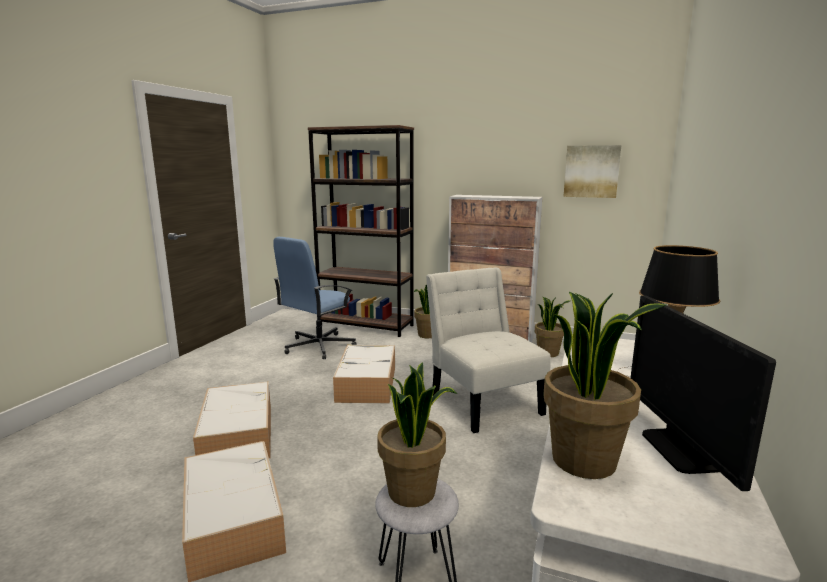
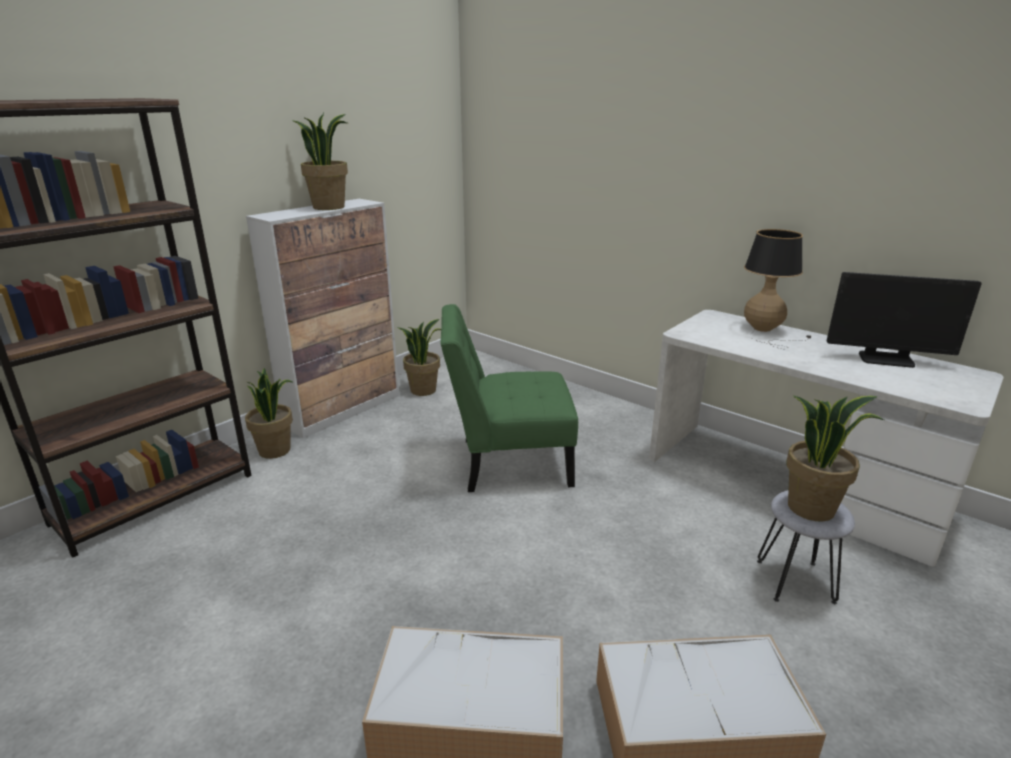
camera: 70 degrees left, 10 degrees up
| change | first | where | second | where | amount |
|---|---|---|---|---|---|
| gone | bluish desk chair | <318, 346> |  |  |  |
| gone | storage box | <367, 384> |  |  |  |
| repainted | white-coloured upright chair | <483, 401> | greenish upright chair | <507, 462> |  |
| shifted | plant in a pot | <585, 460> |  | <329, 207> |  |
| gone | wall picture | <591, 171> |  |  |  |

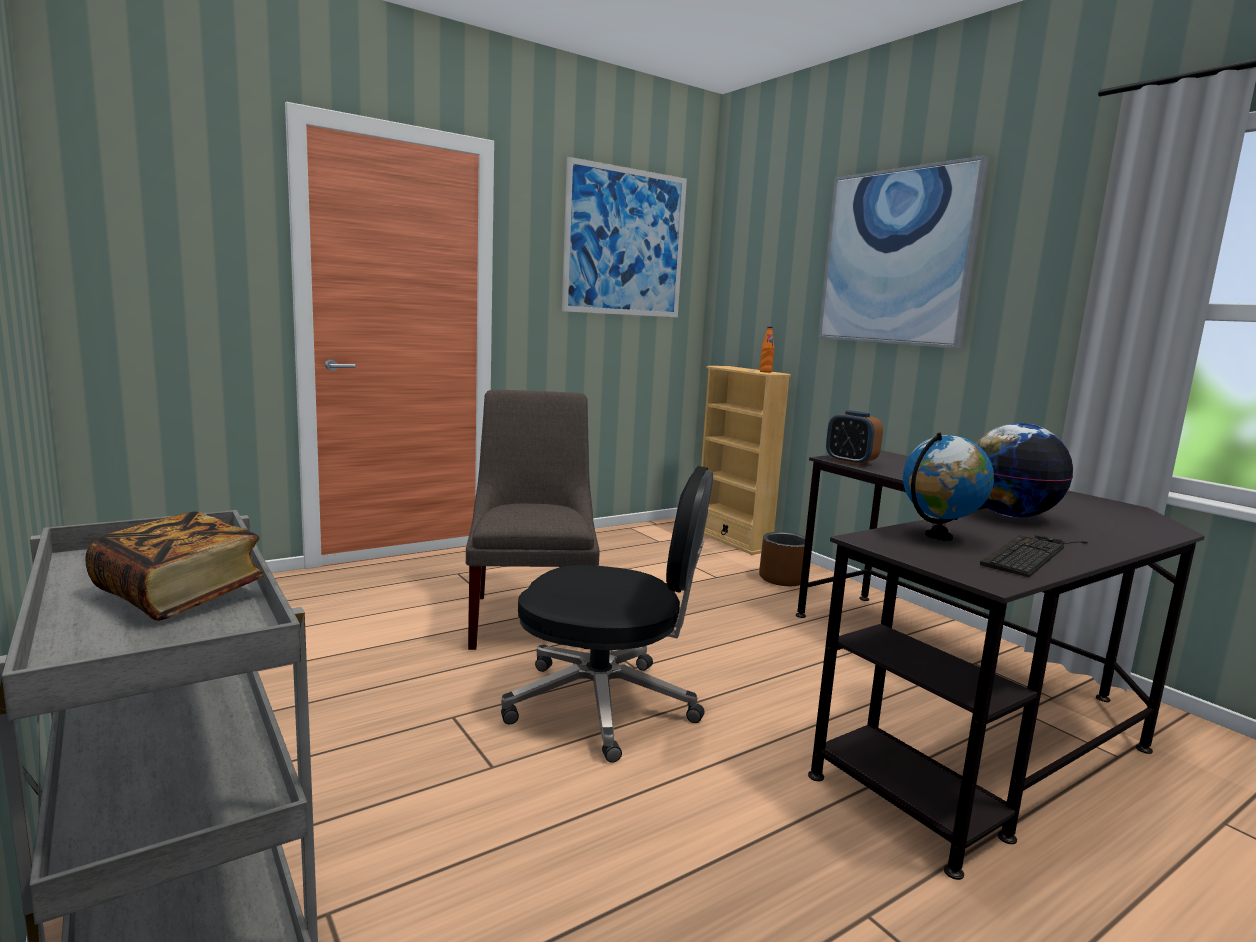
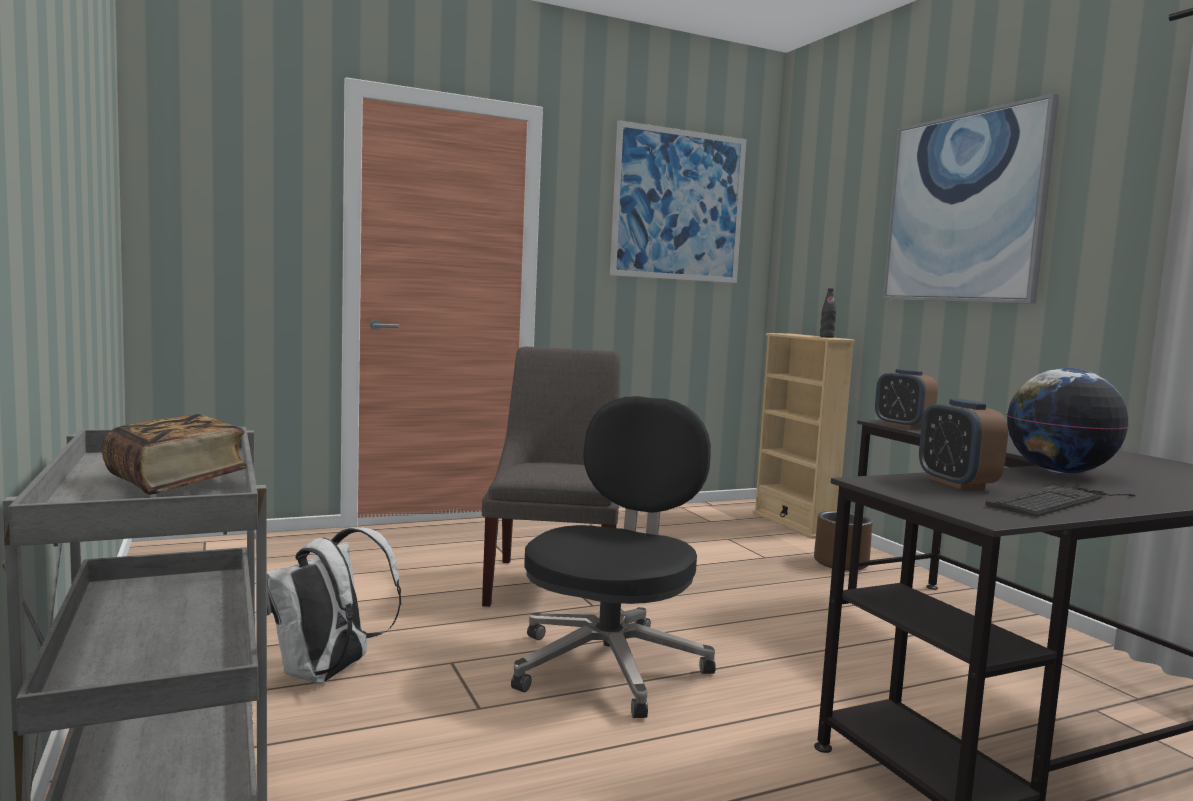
camera: 10 degrees right, 5 degrees down
| change | first | where | second | where | amount |
|---|---|---|---|---|---|
| rotated | black desk chair | <606, 705> |  | <610, 664> | 90 degrees counterclockwise |
| repainted | orange-coloured drink bottle | <765, 372> | black drink bottle | <826, 337> |  |
| swapped | world globe | <939, 536> | table clock | <956, 483> |  |
| new |  |  | white-coloured backpack | <327, 674> |  |

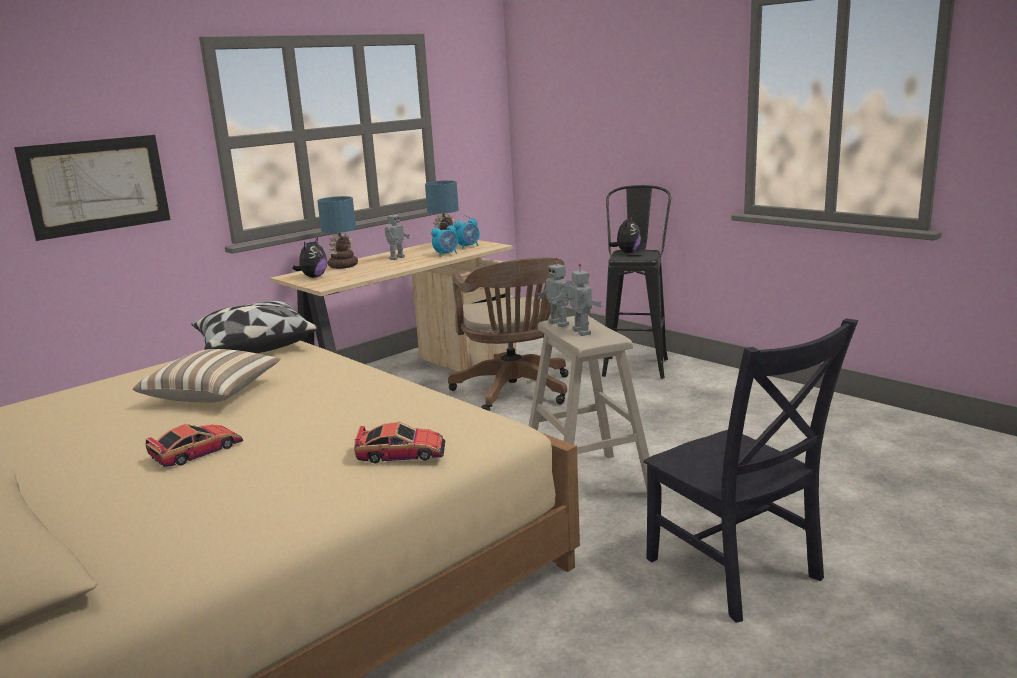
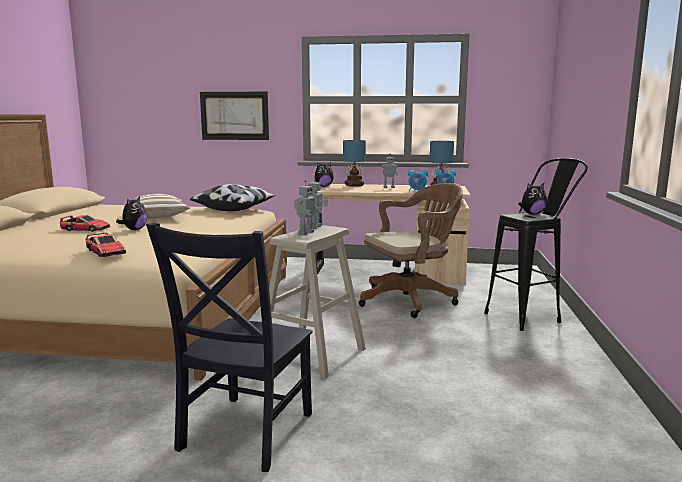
camera: 50 degrees right, 5 degrees down
| change | first | where | second | where | amount |
|---|---|---|---|---|---|
| rotated | brownish desk chair | <515, 393> |  | <411, 300> | 150 degrees counterclockwise |
| new |  |  | soft toy | <134, 230> |  |

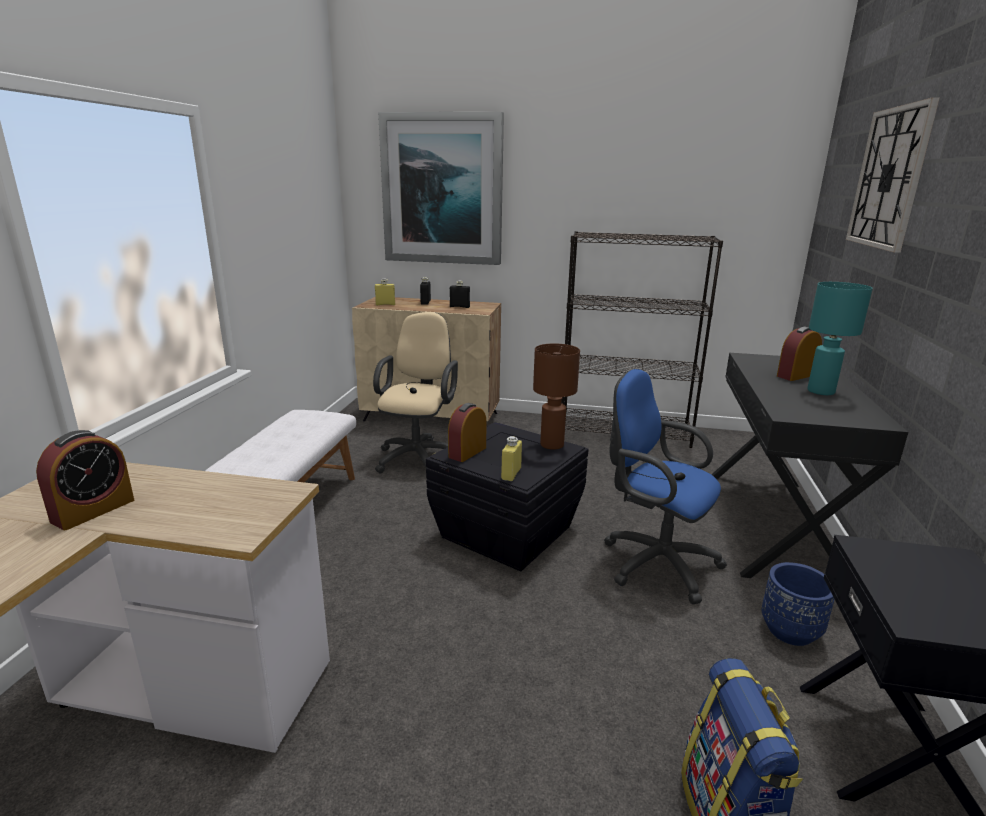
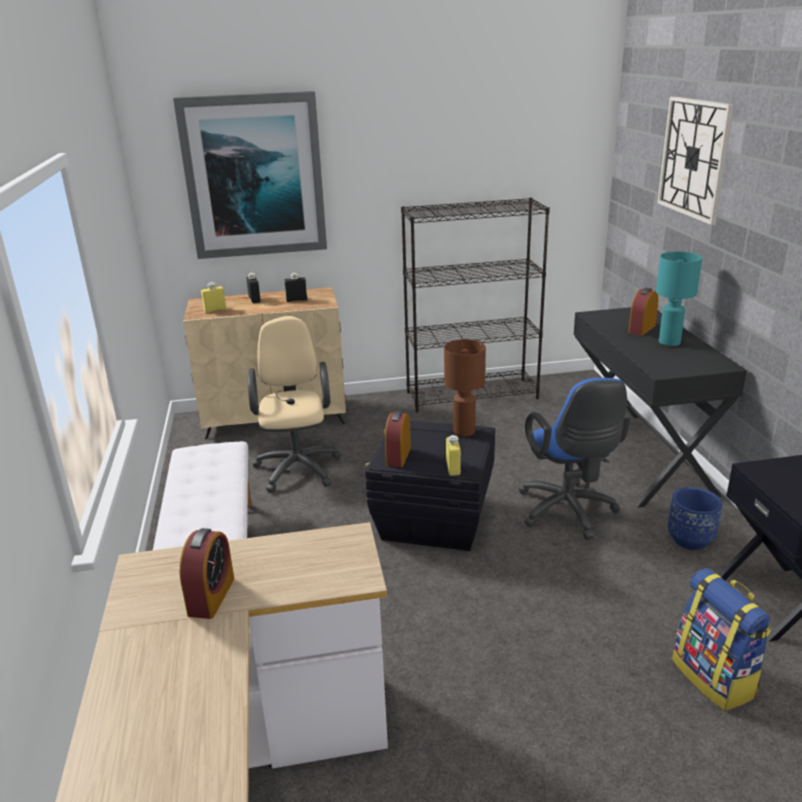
camera: 20 degrees left, 5 degrees up
| change | first | where | second | where | amount |
|---|---|---|---|---|---|
| rotated | bluish desk chair | <654, 562> |  | <568, 513> | 120 degrees counterclockwise |

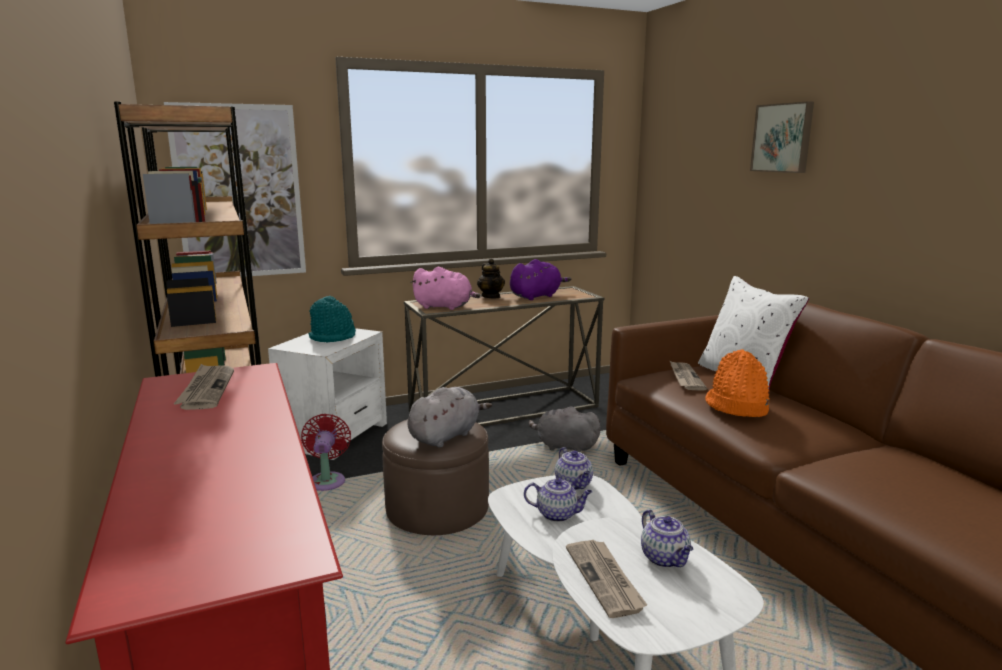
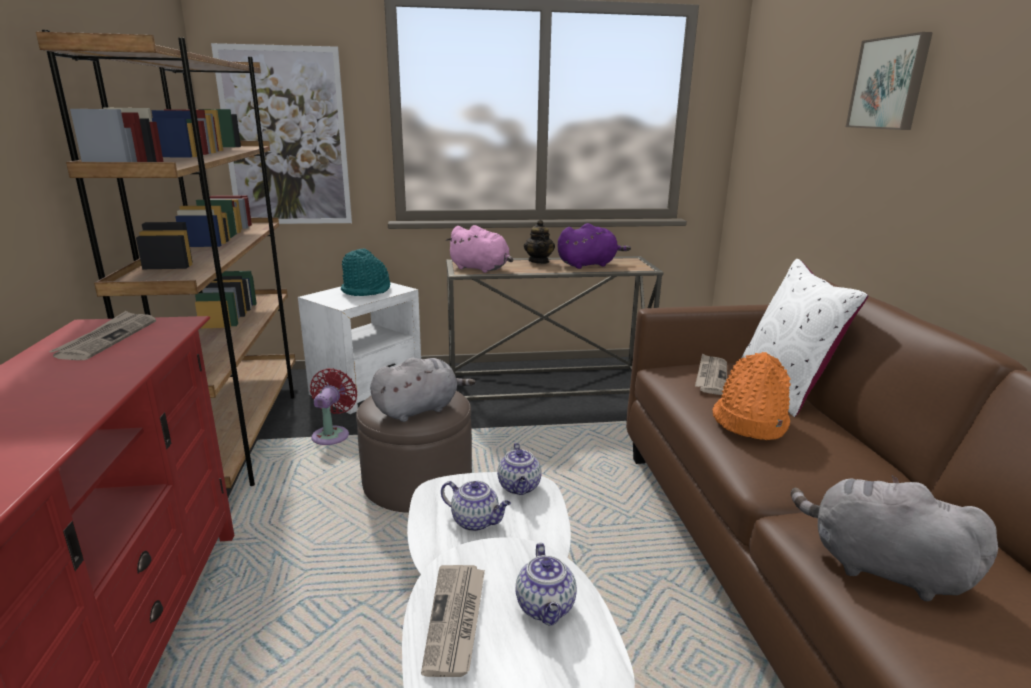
camera: 15 degrees right, 5 degrees up
| change | first | where | second | where | amount |
|---|---|---|---|---|---|
| shifted | greyish soft toy | <564, 446> |  | <879, 568> |  |

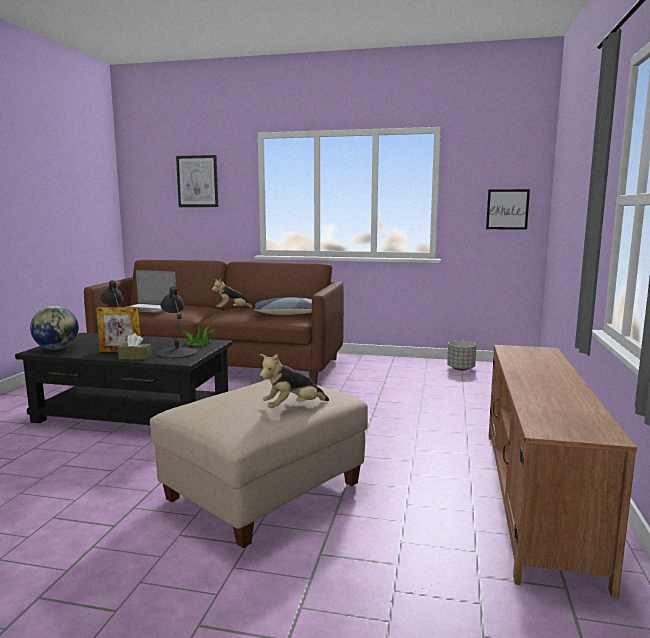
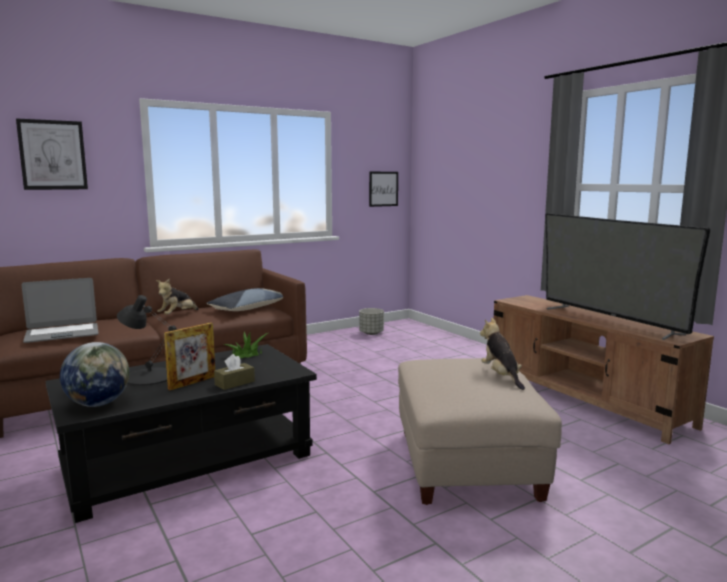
camera: 45 degrees left, 0 degrees up
| change | first | where | second | where | amount |
|---|---|---|---|---|---|
| gone | black tabletop lamp | <177, 353> |  |  |  |
| rotated | soft toy | <292, 408> |  | <501, 376> | 150 degrees clockwise |
| new |  |  | television | <609, 320> |  |

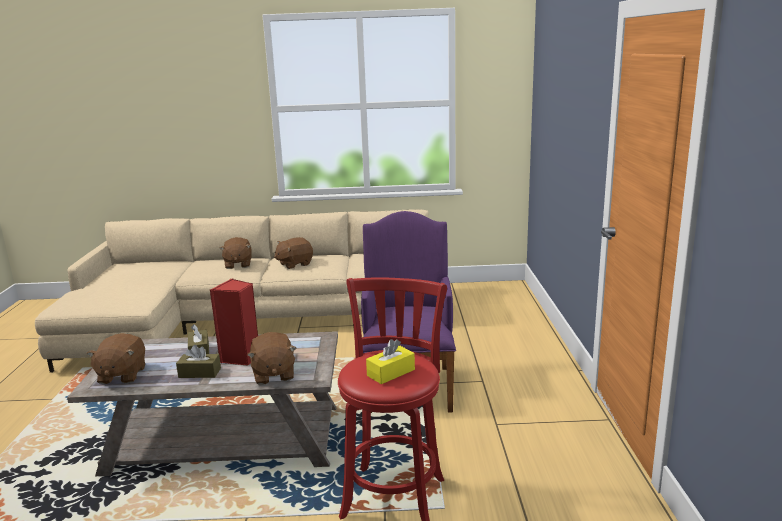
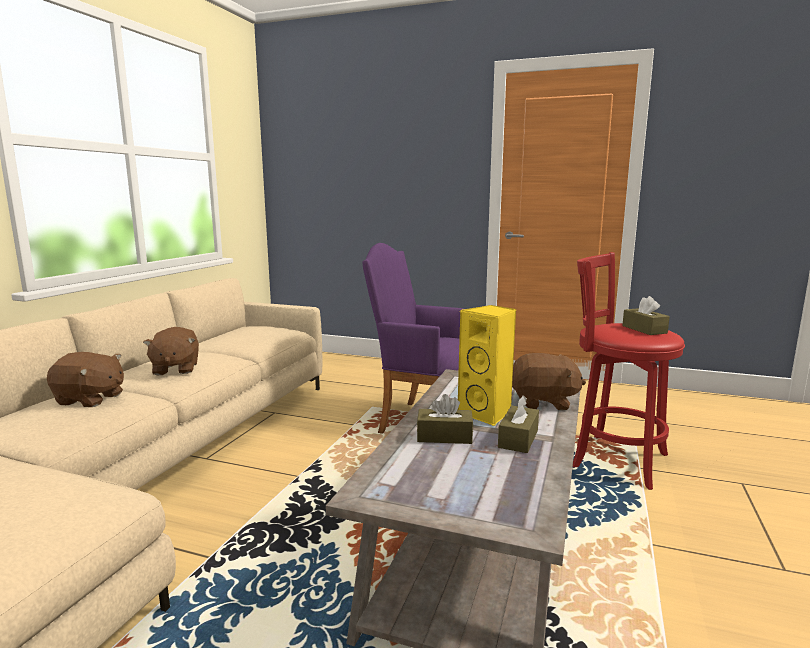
camera: 70 degrees left, 5 degrees down
| change | first | where | second | where | amount |
|---|---|---|---|---|---|
| gone | brownish soft toy | <121, 375> |  |  |  |
| repainted | red-coloured audio speaker | <241, 358> | yellow-coloured audio speaker | <487, 414> |  |
| repainted | yellow-coloured tissue box | <391, 373> | brownish tissue box | <644, 329> |  |

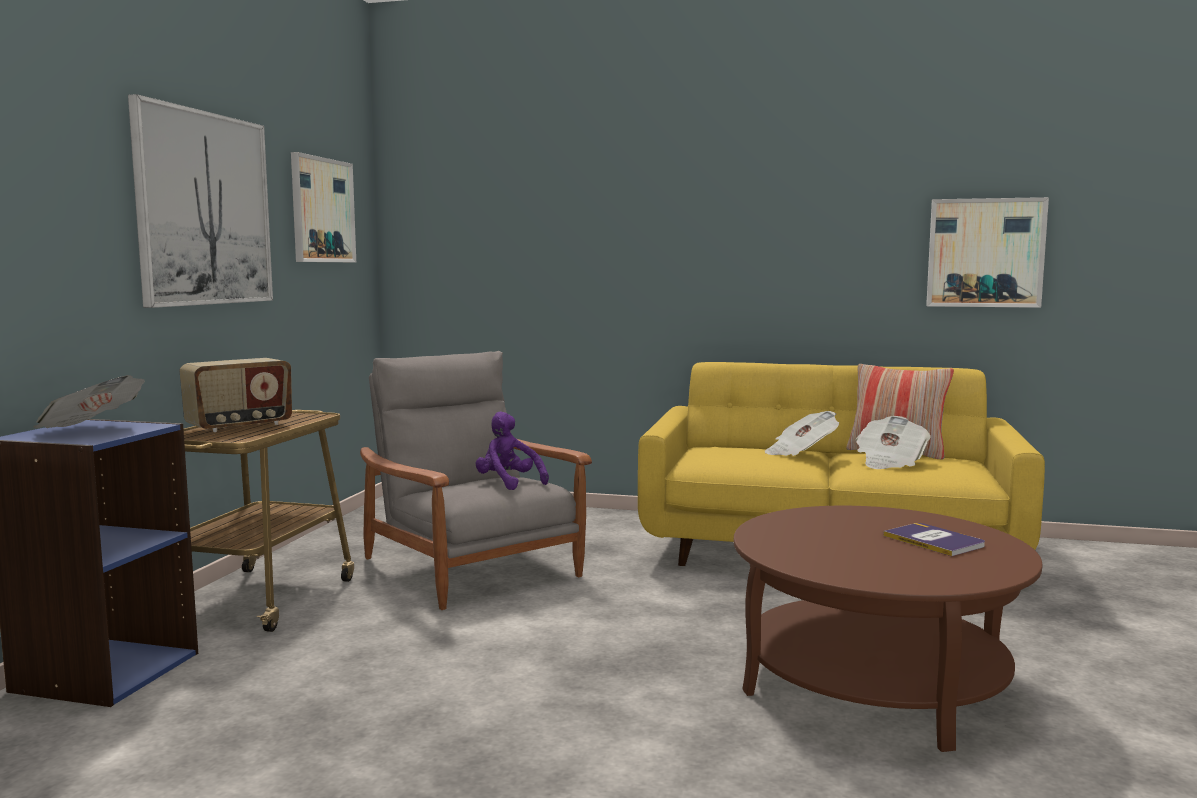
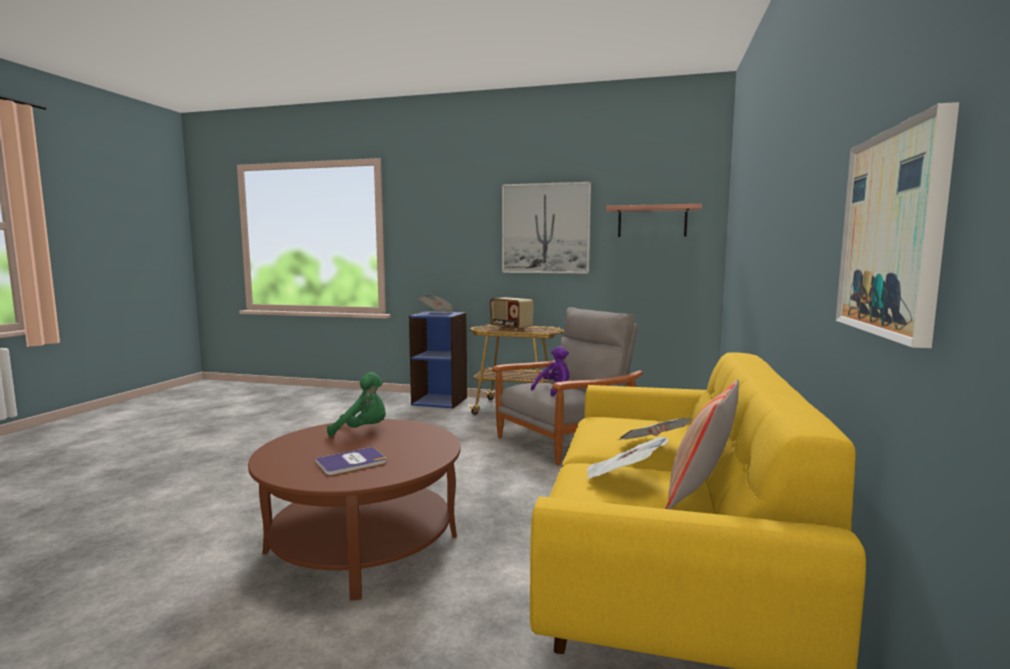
camera: 90 degrees right, 0 degrees up
| change | first | where | second | where | amount |
|---|---|---|---|---|---|
| swapped | wall picture | <322, 210> | bracket shelf | <652, 221> |  |
| new |  |  | greenish soft toy | <363, 431> |  |

